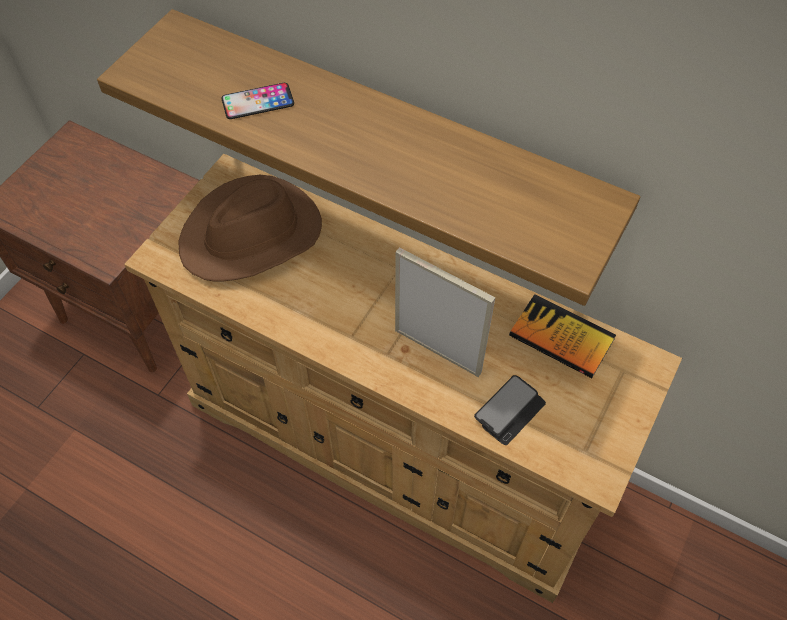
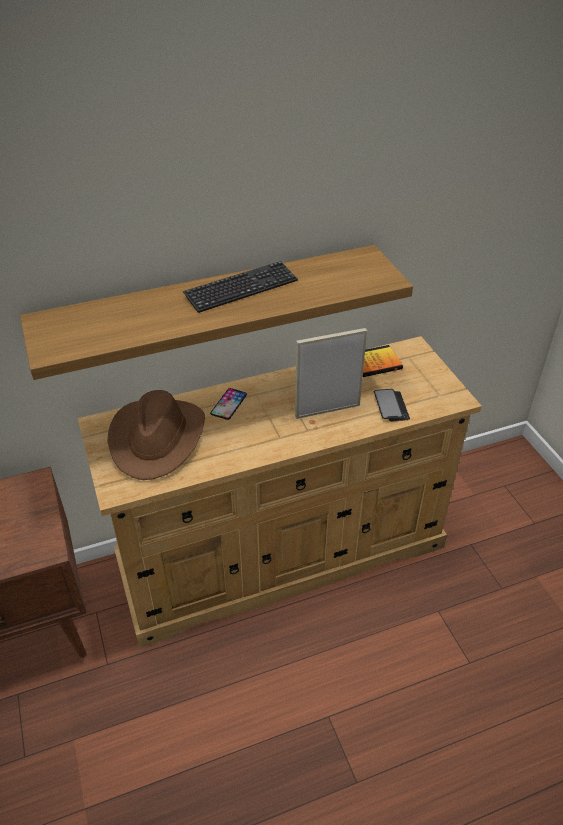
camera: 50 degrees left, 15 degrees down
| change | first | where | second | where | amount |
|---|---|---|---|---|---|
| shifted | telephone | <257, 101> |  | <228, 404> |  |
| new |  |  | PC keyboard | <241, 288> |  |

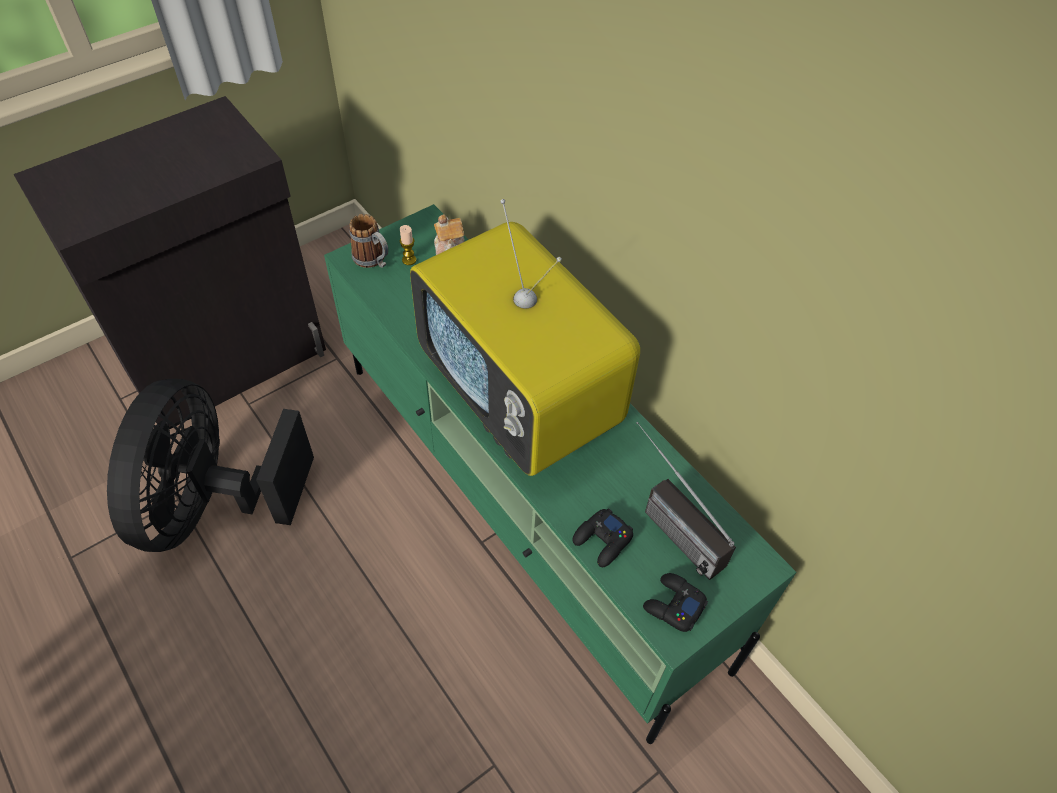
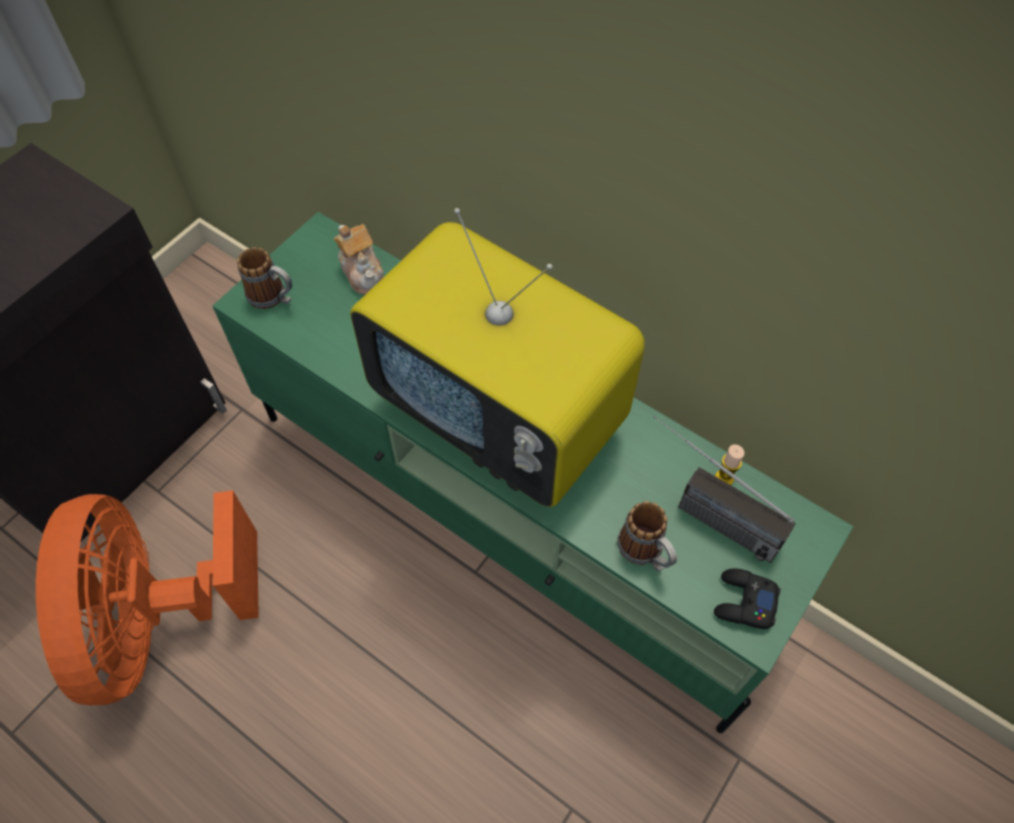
camera: 15 degrees left, 5 degrees up
| change | first | where | second | where | amount |
|---|---|---|---|---|---|
| repainted | black cooling fan | <215, 504> | orange-coloured cooling fan | <162, 619> |  |
| shifted | wax candle | <409, 260> |  | <724, 478> |  |
| swapped | black gamepad | <602, 541> | tea mug | <646, 553> |  |

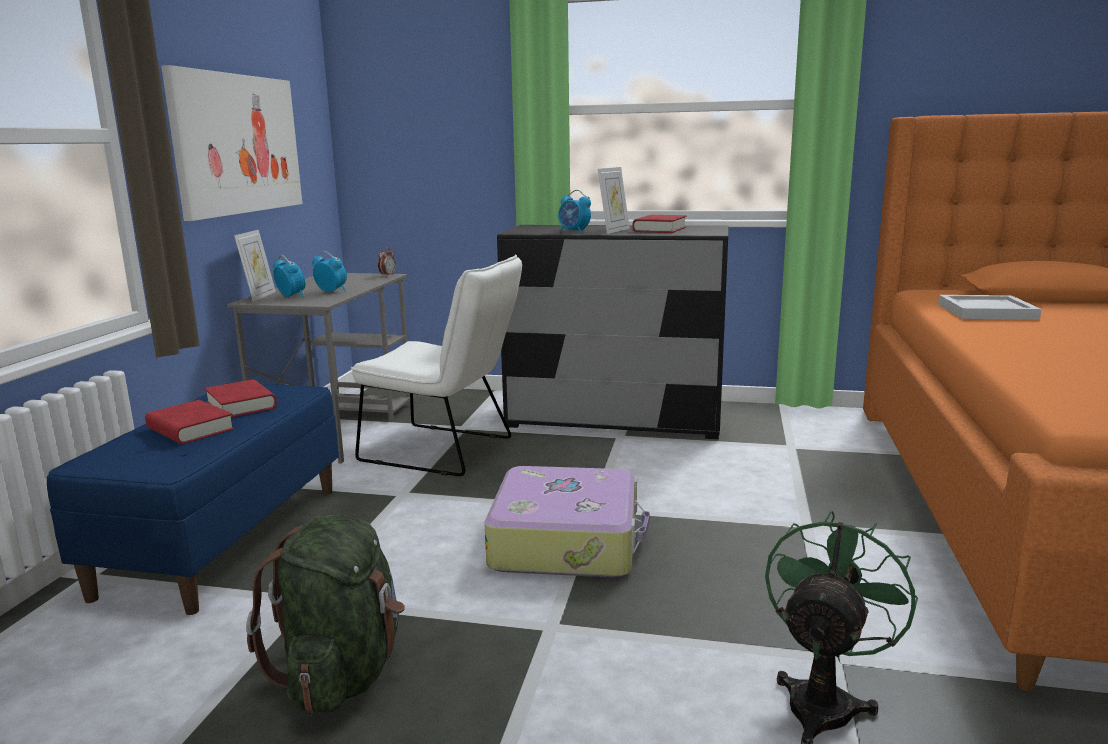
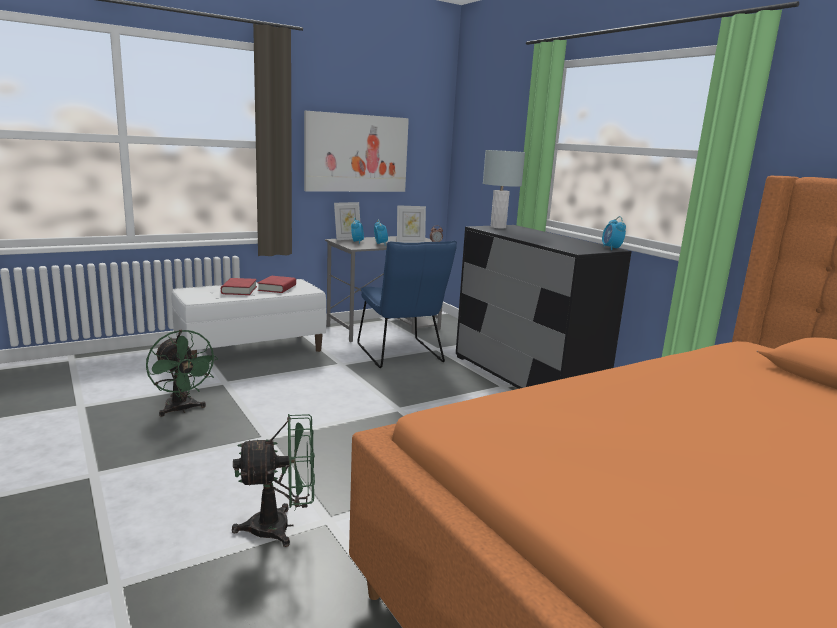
camera: 45 degrees right, 0 degrees up
| change | first | where | second | where | amount |
|---|---|---|---|---|---|
| repainted | bluish indoor bench | <224, 538> | white-coloured indoor bench | <251, 350> |  |
| swapped | greenish backpack | <342, 673> | greenish cooling fan | <182, 410> |  |
| repainted | white-coloured upright chair | <445, 451> | bluish upright chair | <401, 355> |  |
| gone | piece of luggage | <567, 541> |  |  |  |
| shifted | table clock | <574, 232> |  | <611, 248> |  |
| shifted | picture frame | <614, 231> |  | <410, 242> |  |
| gone | red-coloured volume | <659, 229> |  |  |  |
| gone | white-coloured carrying tray | <984, 311> |  |  |  |
| new |  |  | greyish tabletop lamp | <498, 227> |  |

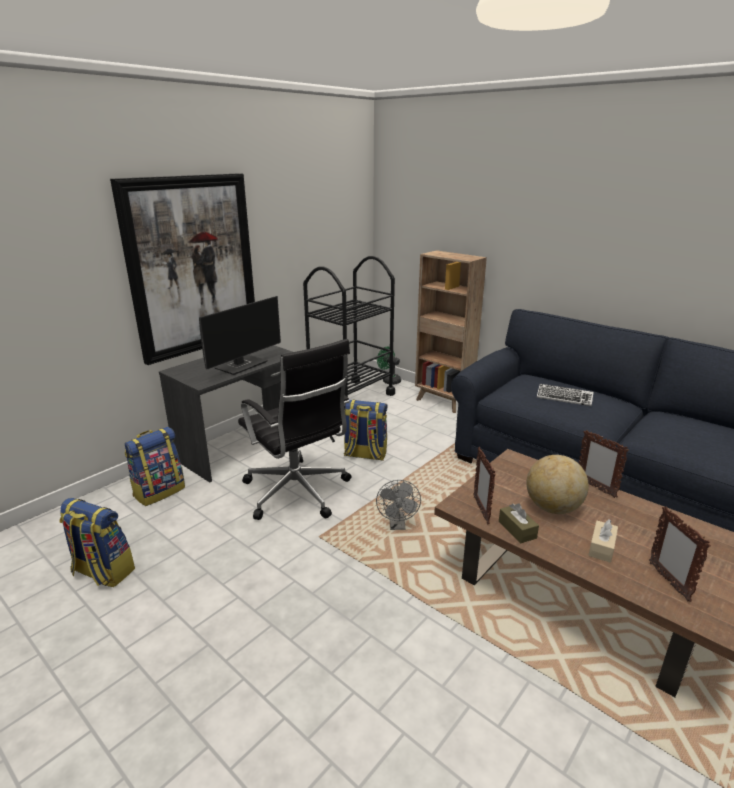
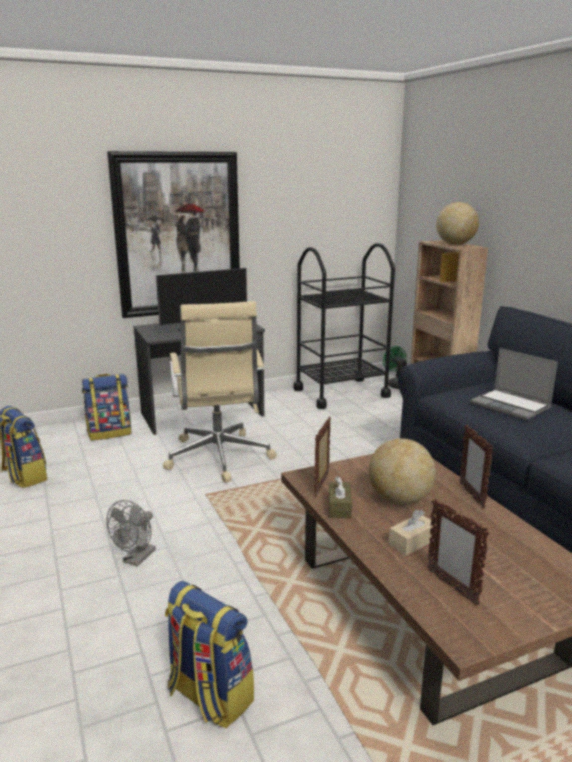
camera: 25 degrees right, 5 degrees down
| change | first | where | second | where | amount |
|---|---|---|---|---|---|
| repainted | black desk chair | <298, 493> | sand-coloured desk chair | <218, 458> |  |
| shifted | backpack | <365, 454> |  | <209, 696> |  |
| shifted | greyish cooling fan | <397, 525> |  | <136, 559> |  |
| swapped | PC keyboard | <564, 398> | laptop | <511, 406> |  |
| rotated | picture frame | <668, 581> |  | <452, 587> | 45 degrees counterclockwise |
| new |  |  | world globe | <455, 244> |  |

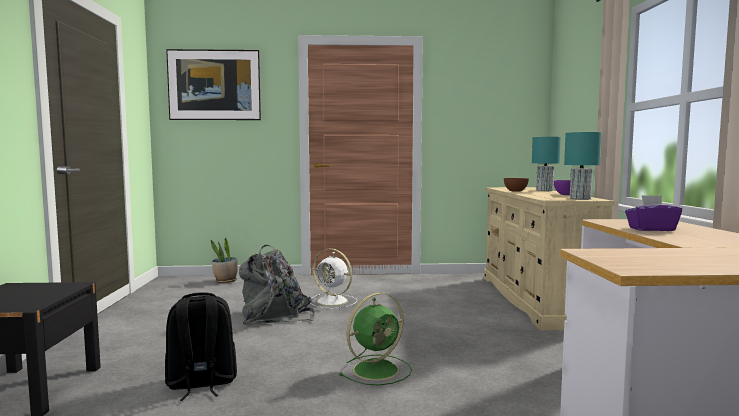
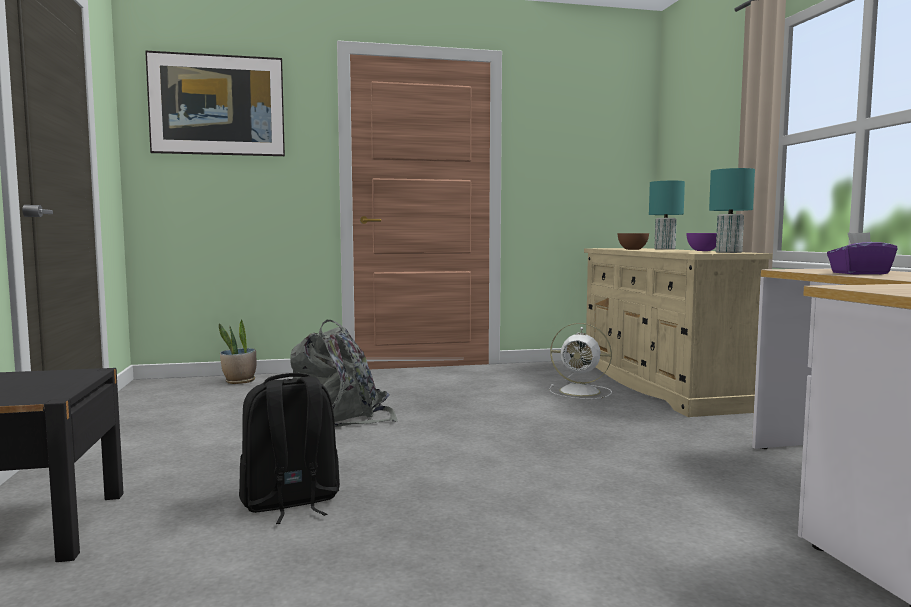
camera: 10 degrees left, 0 degrees up
| change | first | where | second | where | amount |
|---|---|---|---|---|---|
| shifted | white-coloured cooling fan | <333, 301> |  | <581, 391> |  |
| gone | greenish cooling fan | <377, 369> |  |  |  |

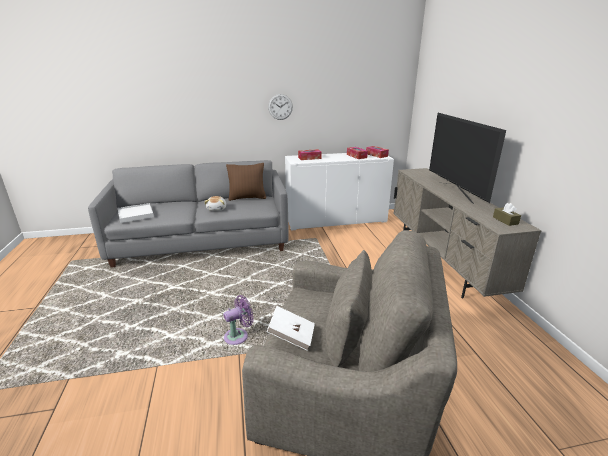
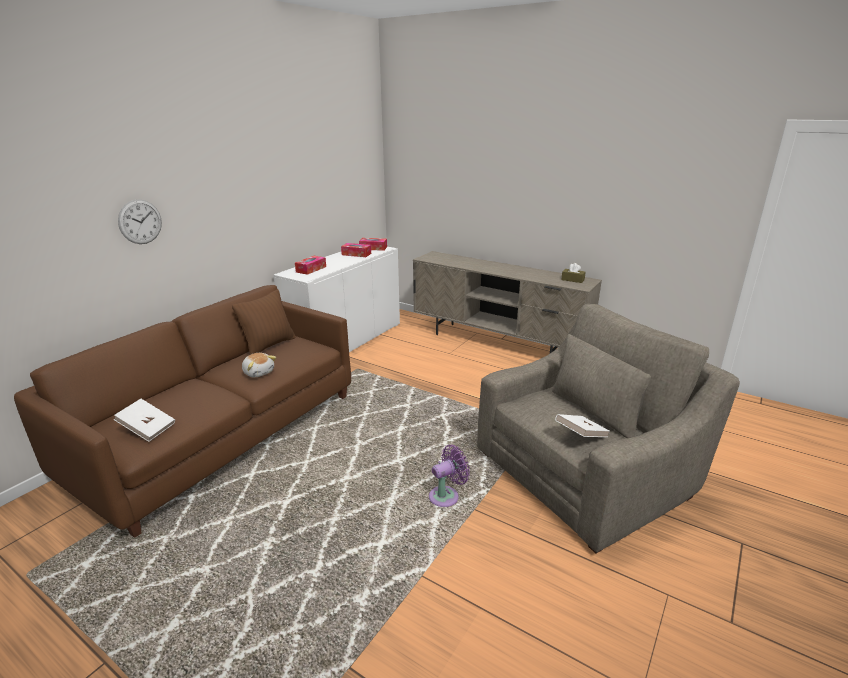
camera: 45 degrees left, 0 degrees up
| change | first | where | second | where | amount |
|---|---|---|---|---|---|
| repainted | greyish couch | <202, 241> | brownish couch | <221, 435> |  |
| swapped | white-coloured carrying tray | <135, 214> | white-coloured volume | <148, 429> |  |
| rotated | purplish cooling fan | <238, 336> |  | <446, 496> | 45 degrees clockwise |
| shifted | wall clock | <280, 107> |  | <140, 222> |  |
| gone | television | <455, 192> |  |  |  |

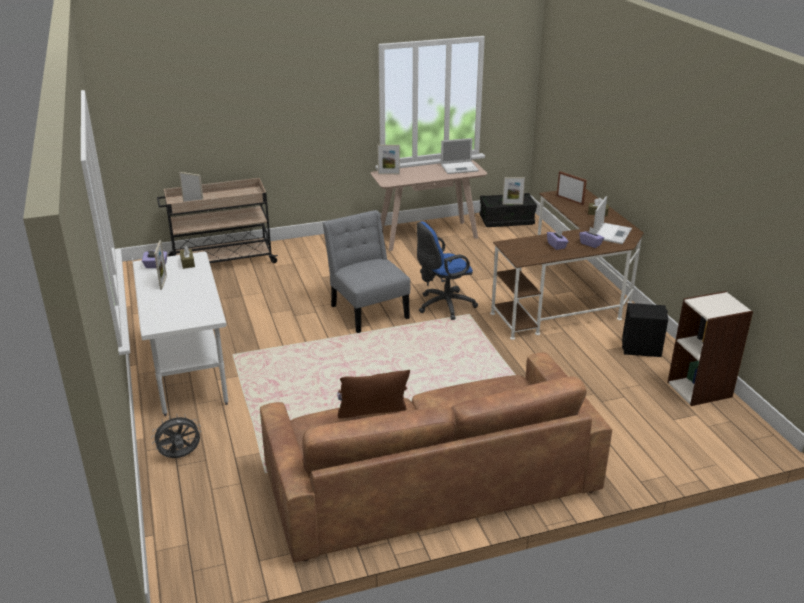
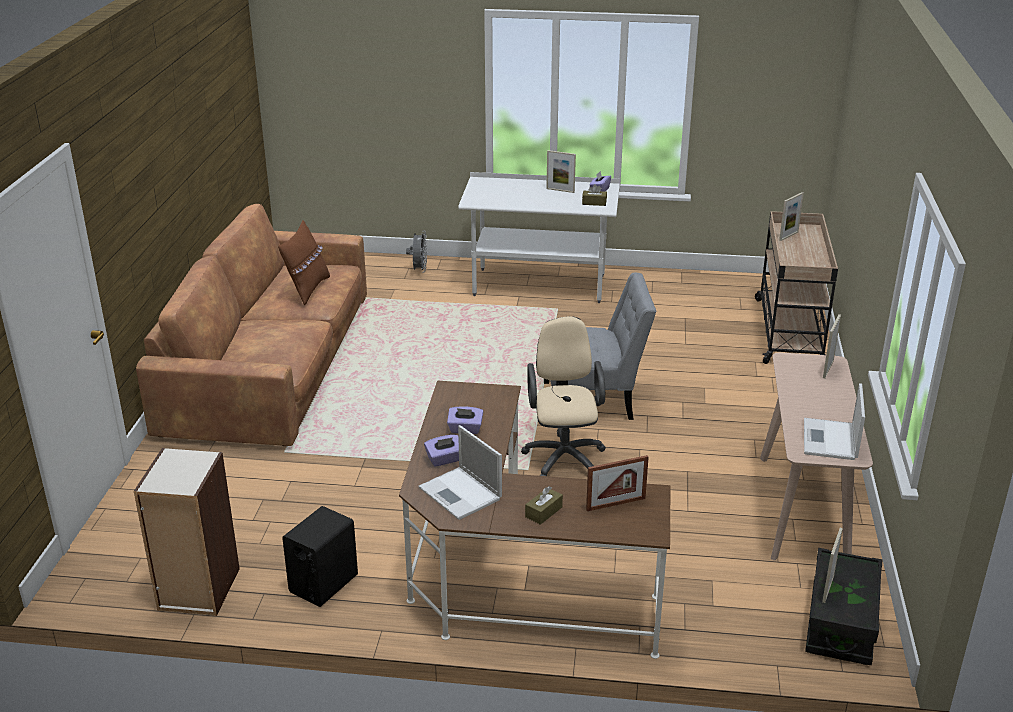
camera: 115 degrees right, 0 degrees up
| change | first | where | second | where | amount |
|---|---|---|---|---|---|
| repainted | bluish desk chair | <443, 306> | sand-coloured desk chair | <564, 456> |  |

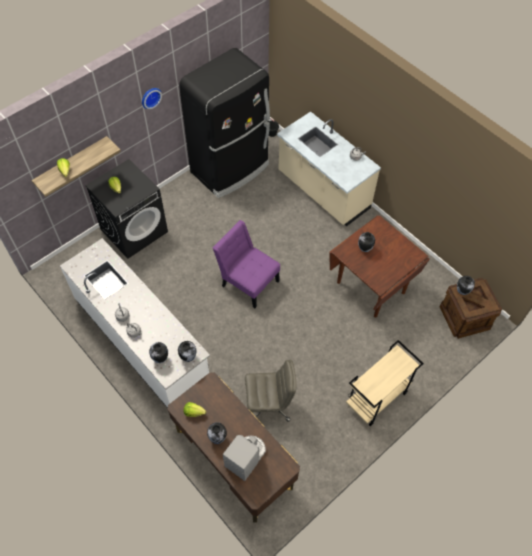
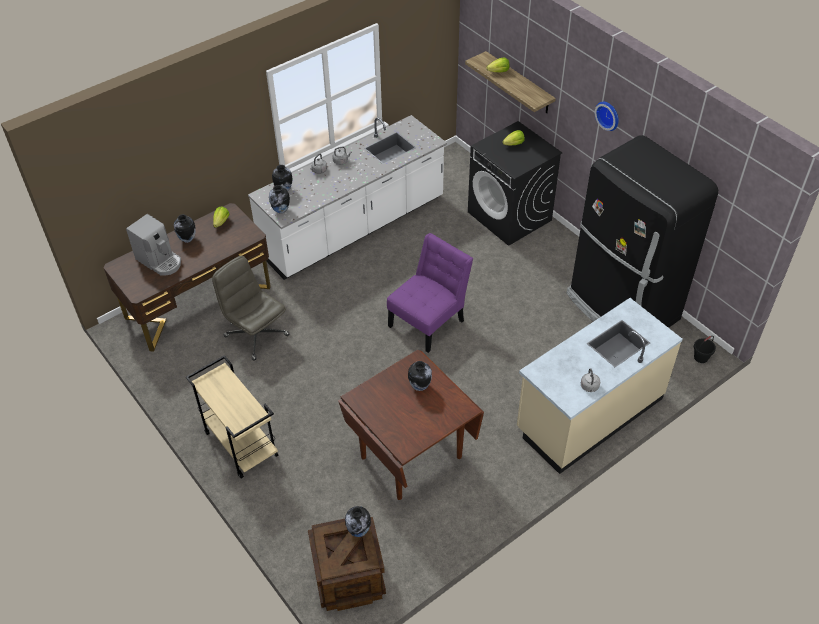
camera: 95 degrees right, 10 degrees down
| change | first | where | second | where | amount |
|---|---|---|---|---|---|
| rotated | greyish desk chair | <269, 404> |  | <256, 335> | 135 degrees clockwise |

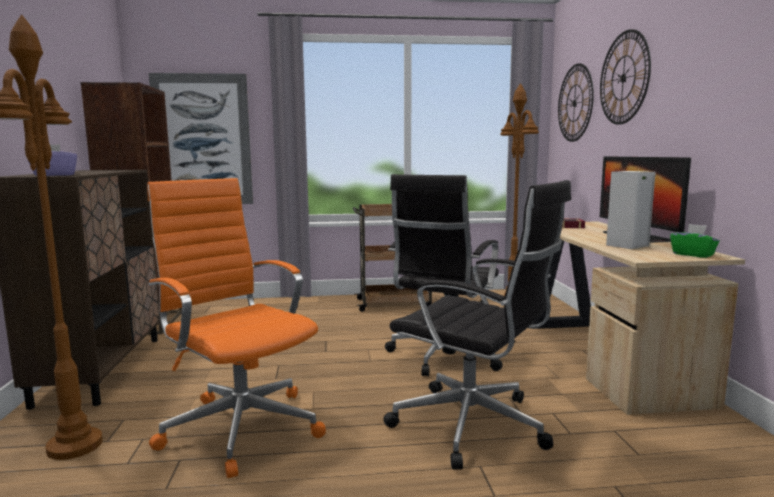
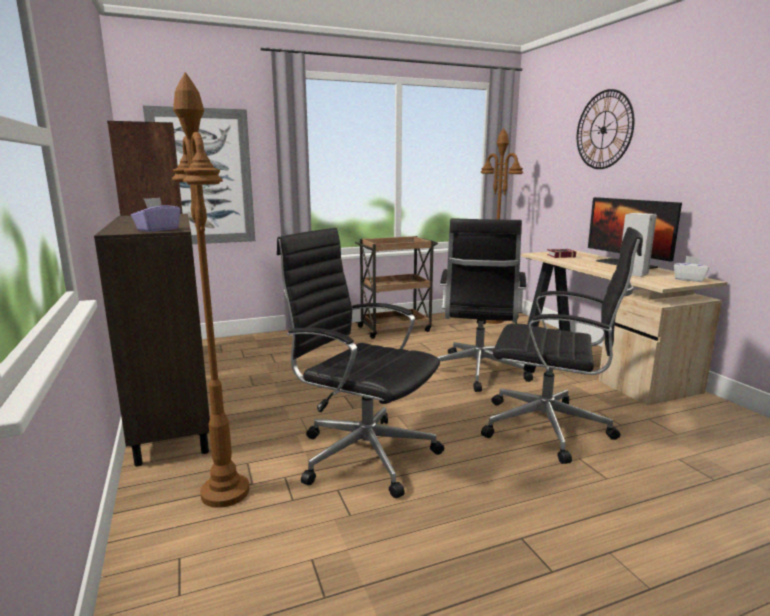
camera: 15 degrees left, 5 degrees up
| change | first | where | second | where | amount |
|---|---|---|---|---|---|
| repainted | orange-coloured desk chair | <240, 426> | black desk chair | <363, 453> |  |
| gone | wall clock | <574, 103> |  |  |  |
| repainted | greenish tissue box | <693, 254> | white-coloured tissue box | <689, 279> |  |

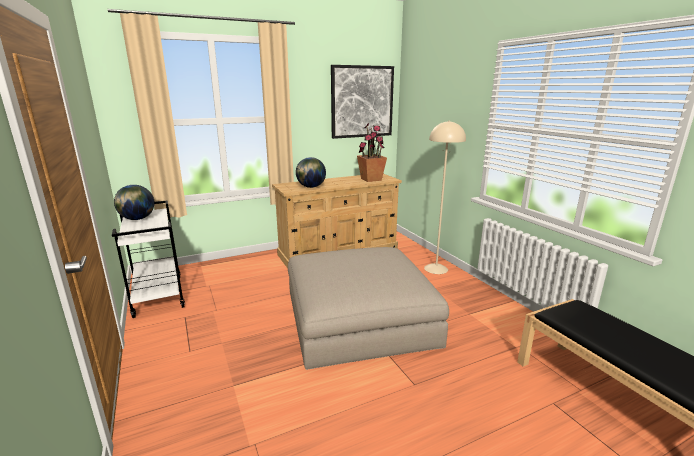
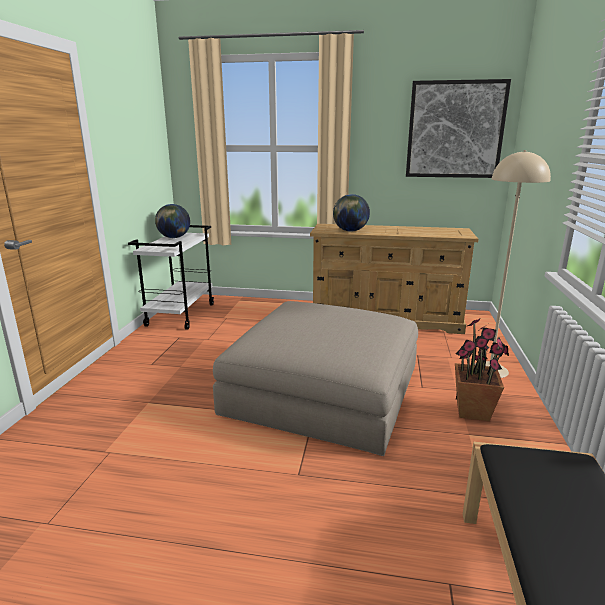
camera: 35 degrees right, 0 degrees up
| change | first | where | second | where | amount |
|---|---|---|---|---|---|
| shifted | plant in a pot | <371, 179> |  | <473, 411> |  |

